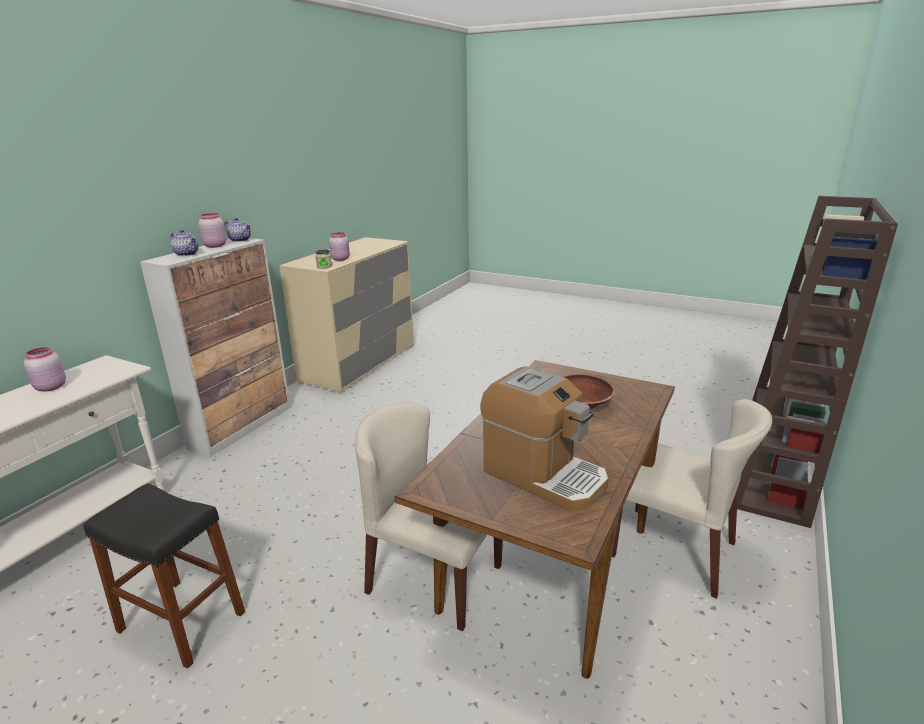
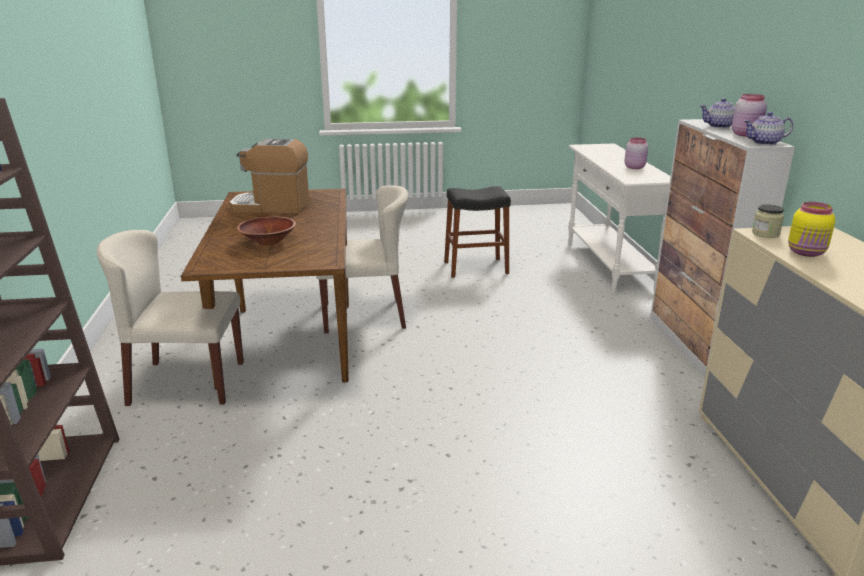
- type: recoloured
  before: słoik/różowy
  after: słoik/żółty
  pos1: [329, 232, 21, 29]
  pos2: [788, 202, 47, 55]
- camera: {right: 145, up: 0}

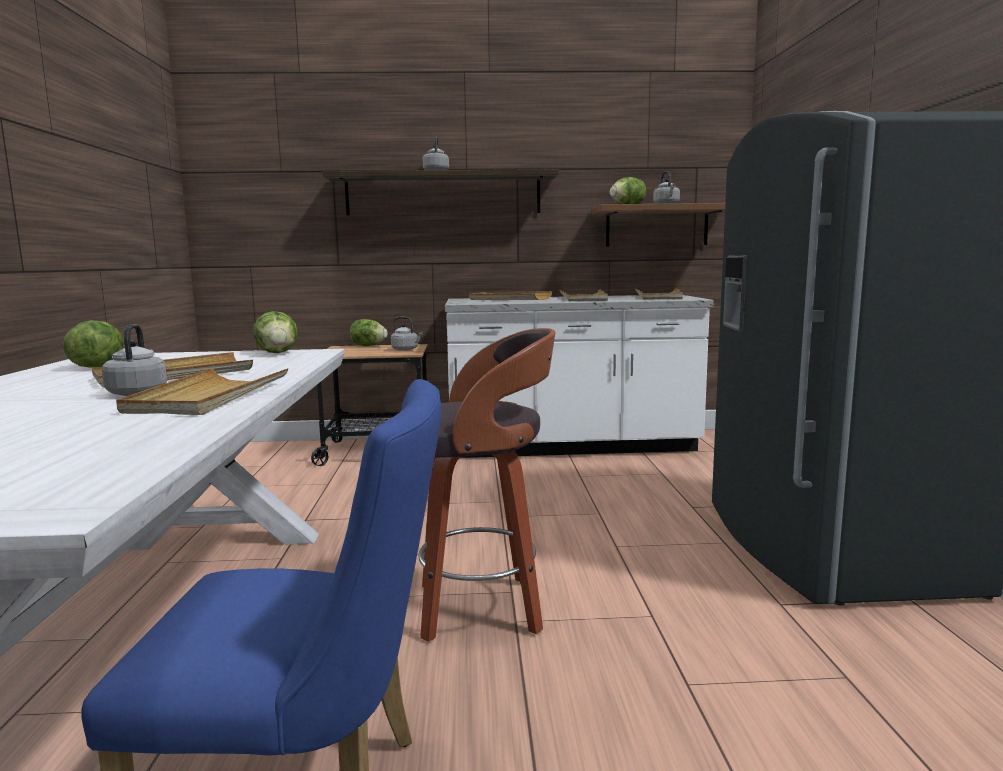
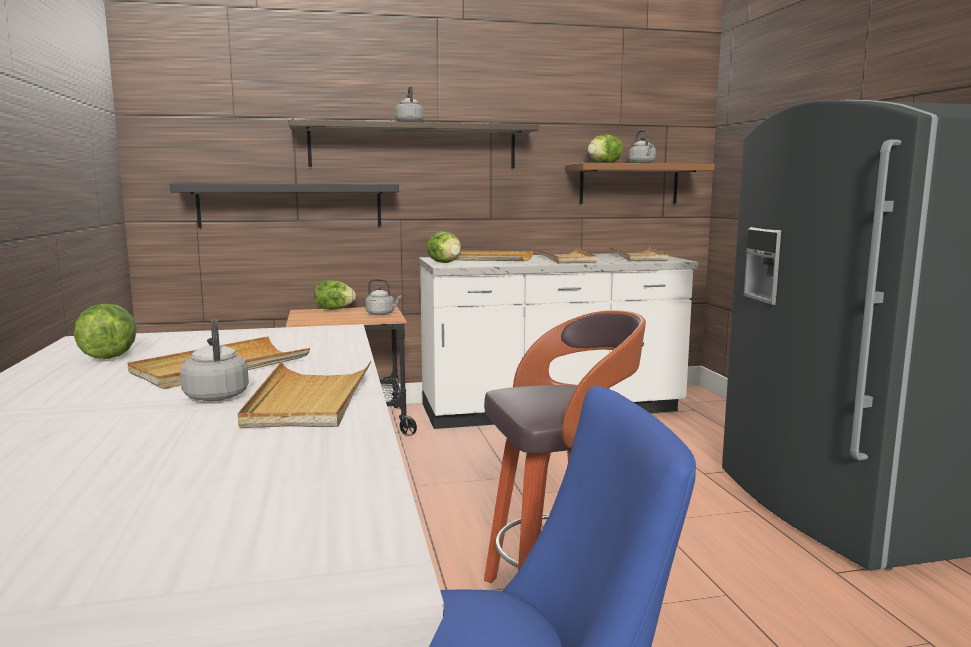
- type: added
  after: półka/czarny
  pos2: [170, 184, 229, 44]
- type: moved
  before: sałata
  pos1: [253, 311, 45, 42]
  pos2: [427, 232, 34, 31]
- camera: {right: -10, up: 0}

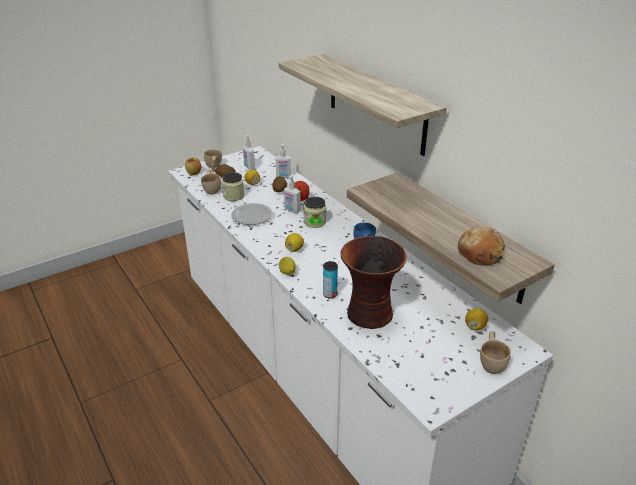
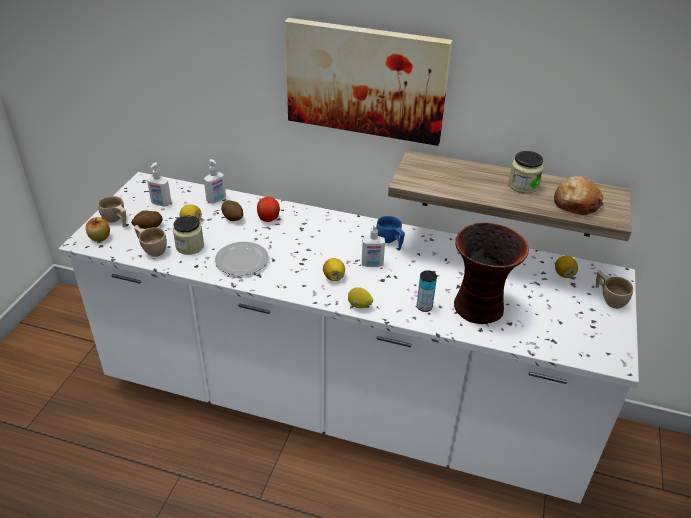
- type: replaced
  before: półka
  after: obraz
  pos1: [279, 54, 168, 102]
  pos2: [285, 18, 168, 128]
- type: moved
  before: dozownik mydła
  pos1: [284, 175, 17, 38]
  pos2: [362, 221, 23, 46]
- type: moved
  before: słoik
  pos1: [303, 197, 23, 31]
  pos2: [508, 151, 36, 43]
- camera: {right: -40, up: 5}

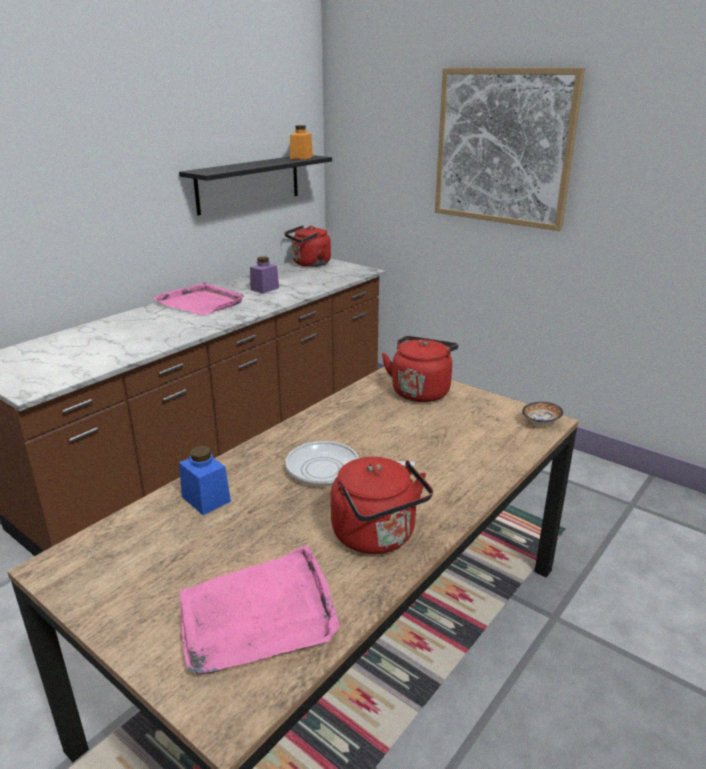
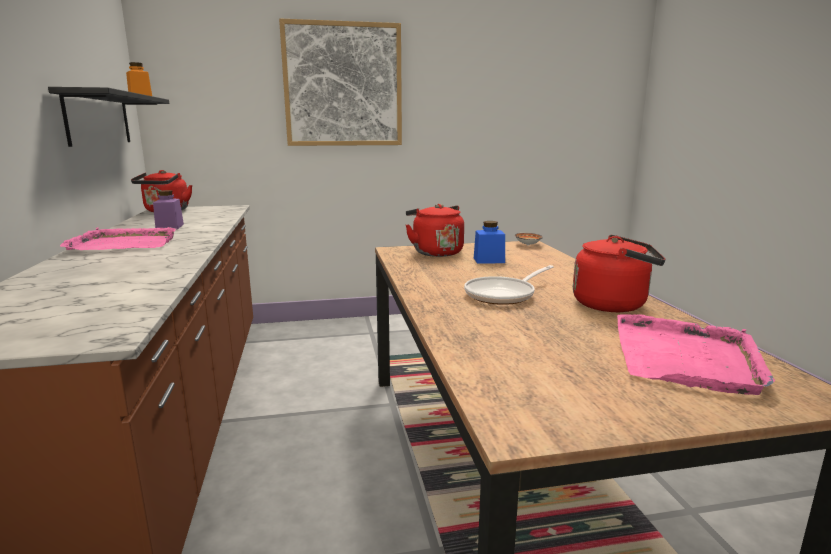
- type: moved
  before: słoik/niebieski
  pos1: [179, 446, 52, 69]
  pos2: [474, 221, 31, 43]
- camera: {right: -50, up: -10}

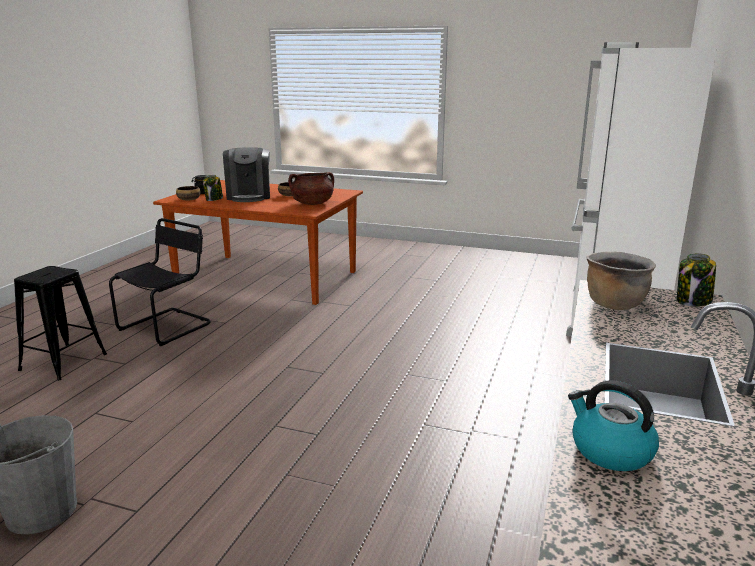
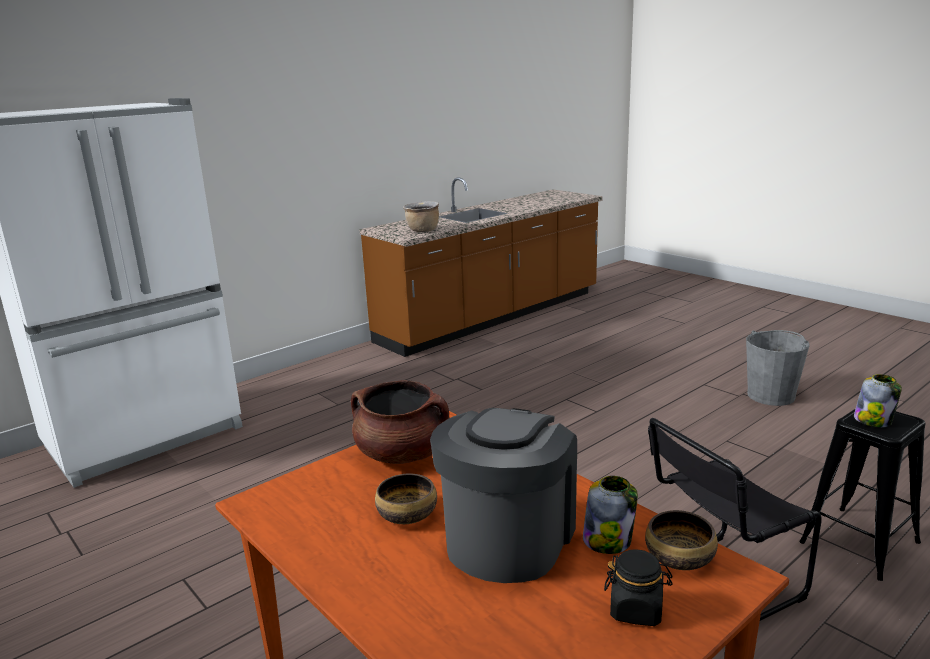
- type: moved
  before: słoik
  pos1: [677, 253, 39, 54]
  pos2: [854, 374, 48, 53]
- type: removed
  before: czajnik
  pos1: [568, 380, 91, 91]
- camera: {right: -150, up: 0}

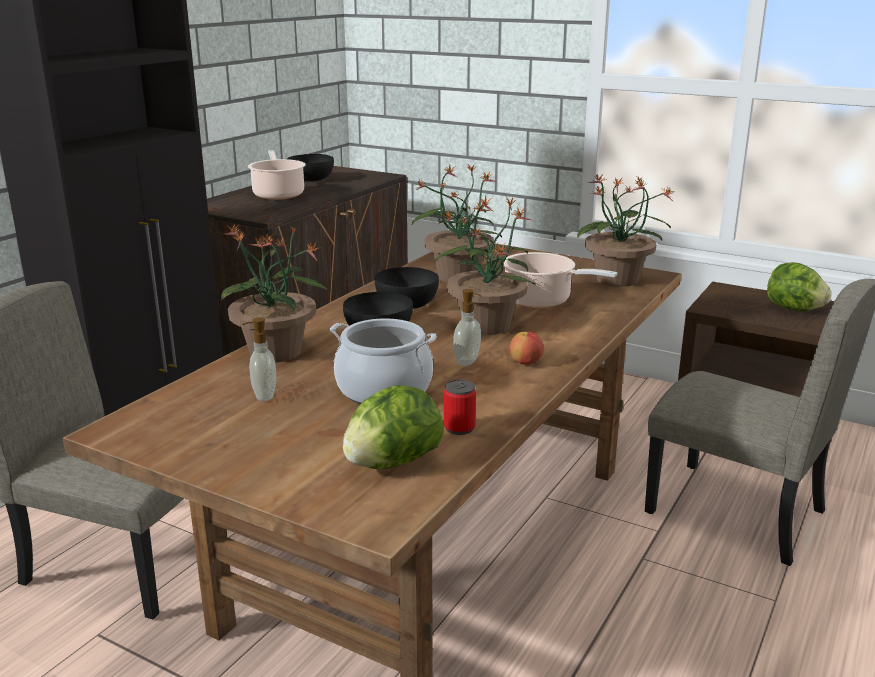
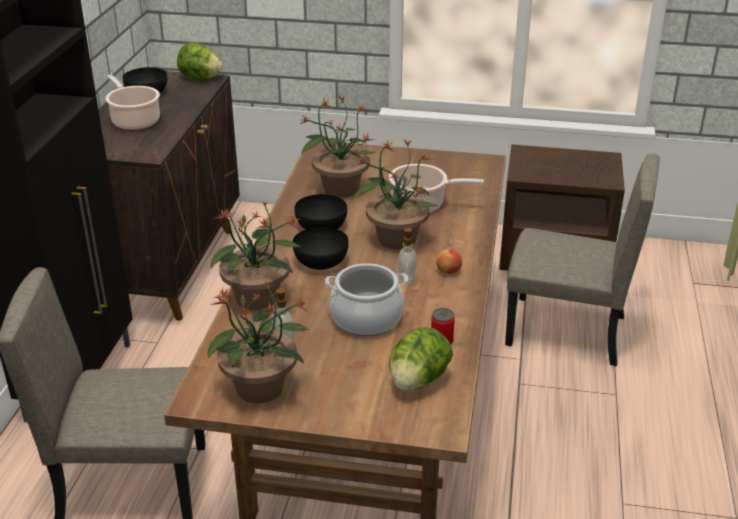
- type: moved
  before: sałata
  pos1: [767, 262, 65, 49]
  pos2: [177, 43, 46, 37]
- type: moved
  before: roślina doniczkowa
  pos1: [577, 174, 96, 113]
  pos2: [207, 280, 103, 123]
- camera: {right: -20, up: 10}

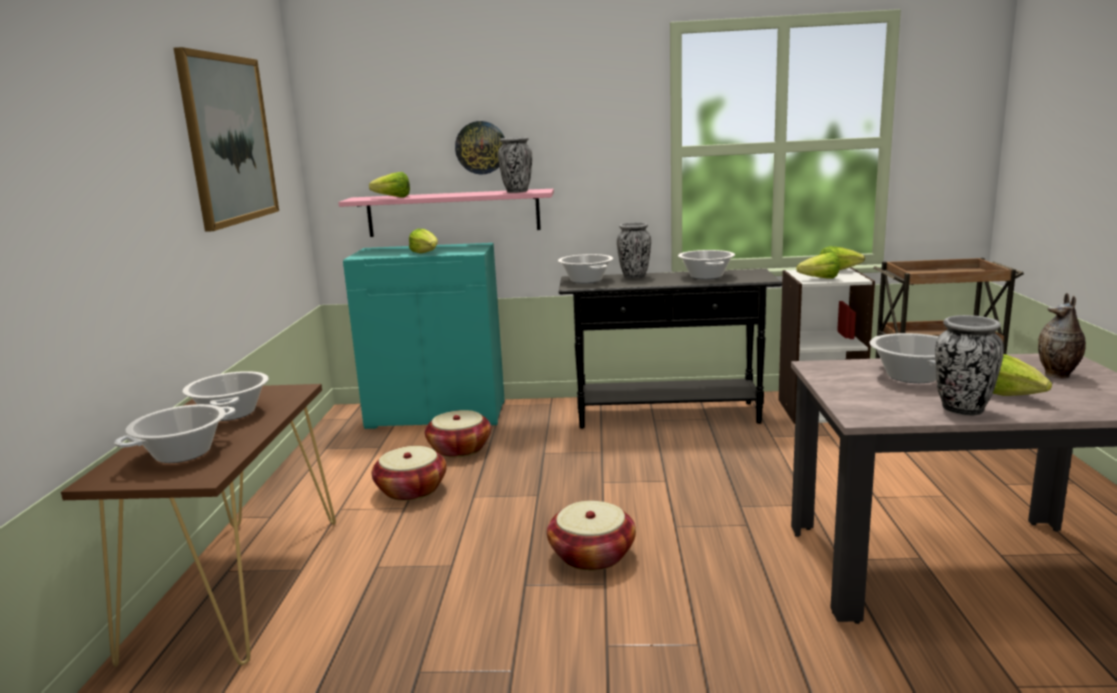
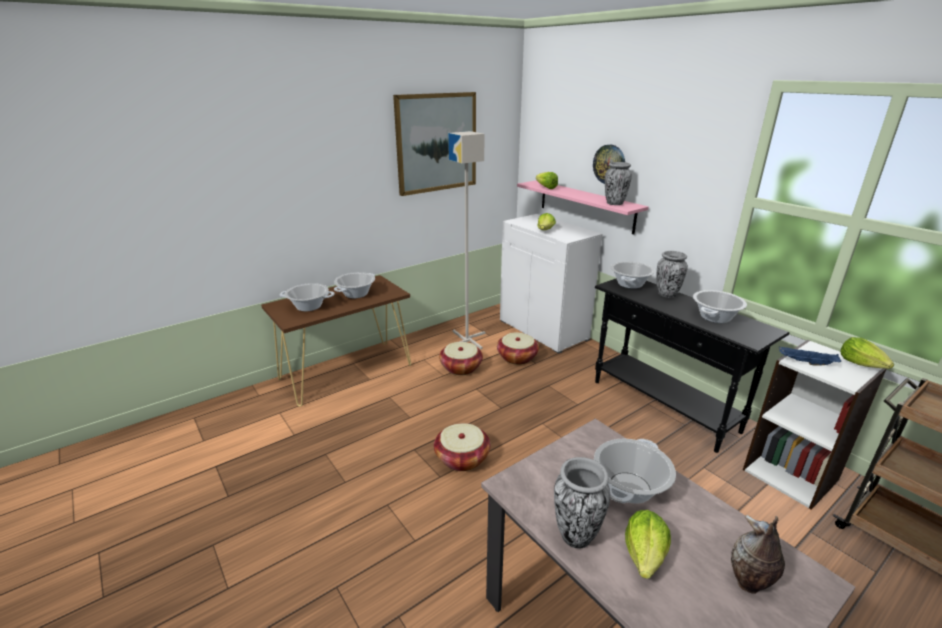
- type: added
  after: lampa stojąca/szary
  pos2: [448, 131, 37, 218]
- type: recoloured
  before: szafka/turkusowy
  after: szafka/biały
  pos1: [343, 243, 162, 186]
  pos2: [500, 214, 102, 140]
- type: replaced
  before: sałata
  after: taca/niebieski
  pos1: [796, 252, 44, 27]
  pos2: [779, 346, 63, 19]
- camera: {right: 50, up: 10}

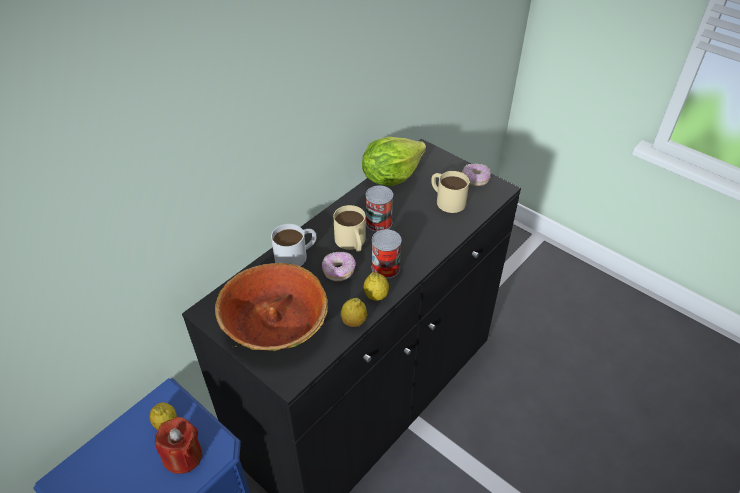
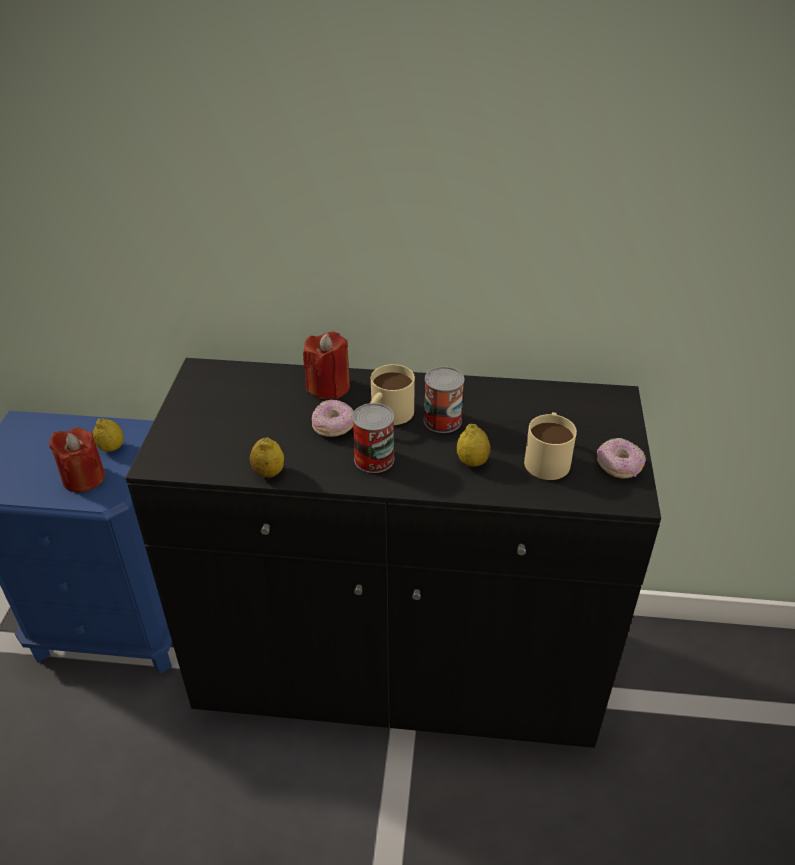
- type: replaced
  before: kubek/biały
  after: świeca/czerwony
  pos1: [271, 224, 45, 42]
  pos2: [303, 331, 47, 68]
- type: moved
  before: cytryna
  pos1: [363, 272, 26, 29]
  pos2: [457, 424, 34, 43]
- type: removed
  before: miska
  pos1: [215, 262, 113, 89]
- type: removed
  before: sałata
  pos1: [362, 137, 64, 49]
- camera: {right: 55, up: -5}

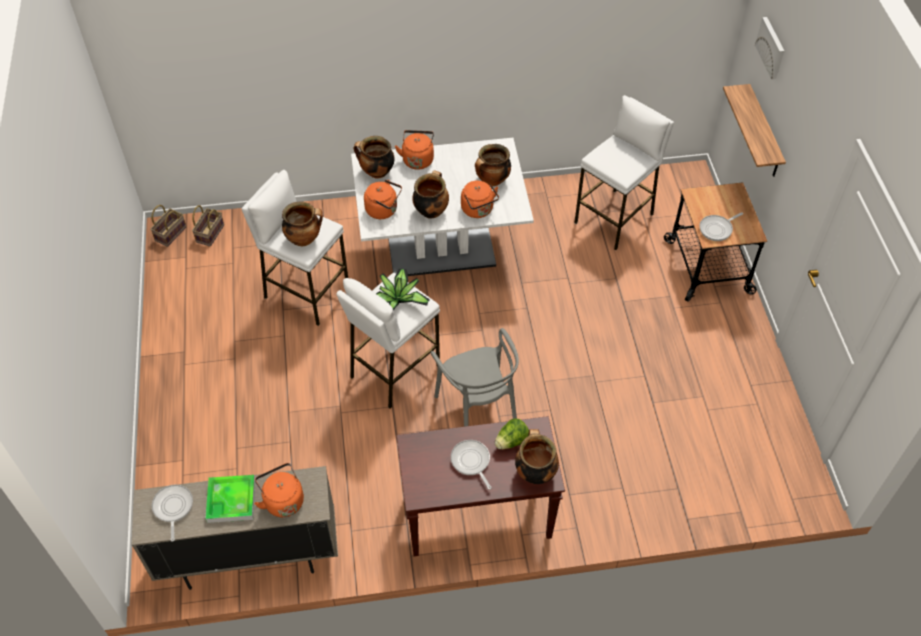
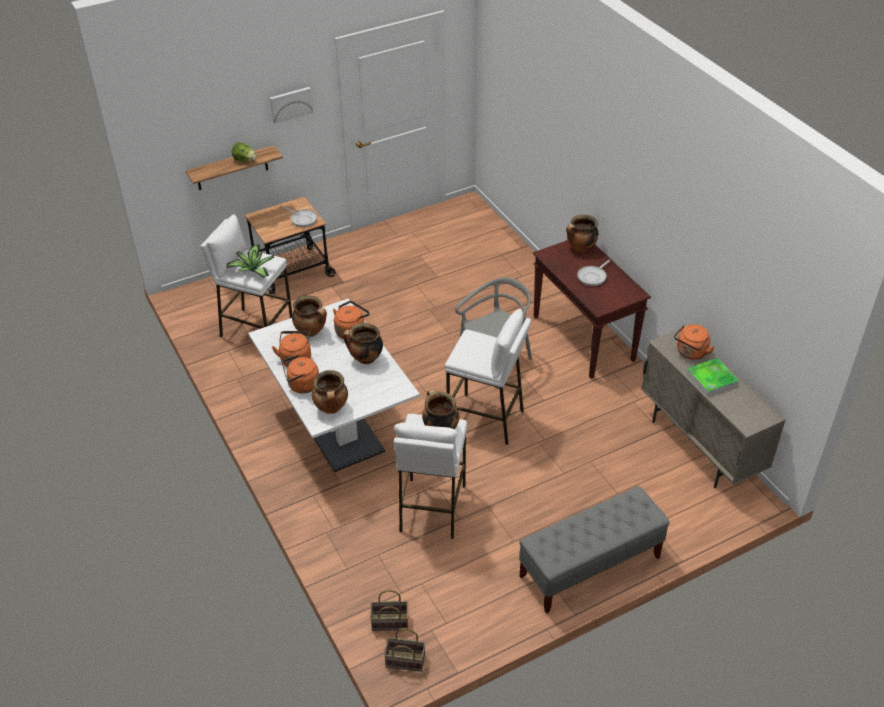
- type: moved
  before: roślina doniczkowa
  pos1: [376, 268, 54, 42]
  pos2: [227, 245, 47, 33]
- type: moved
  before: sałata
  pos1: [495, 419, 34, 30]
  pos2: [232, 142, 25, 20]
- type: moved
  before: obraz
  pos1: [755, 17, 29, 62]
  pos2: [270, 87, 43, 37]
- type: moved
  before: czajnik/pomarańczowy
  pos1: [364, 180, 38, 39]
  pos2: [272, 331, 39, 36]
- type: added
  after: ławka/szary
  pos2: [519, 486, 150, 128]
- type: removed
  before: patelnia
  pos1: [152, 485, 41, 56]
- camera: {right: -110, up: -10}

